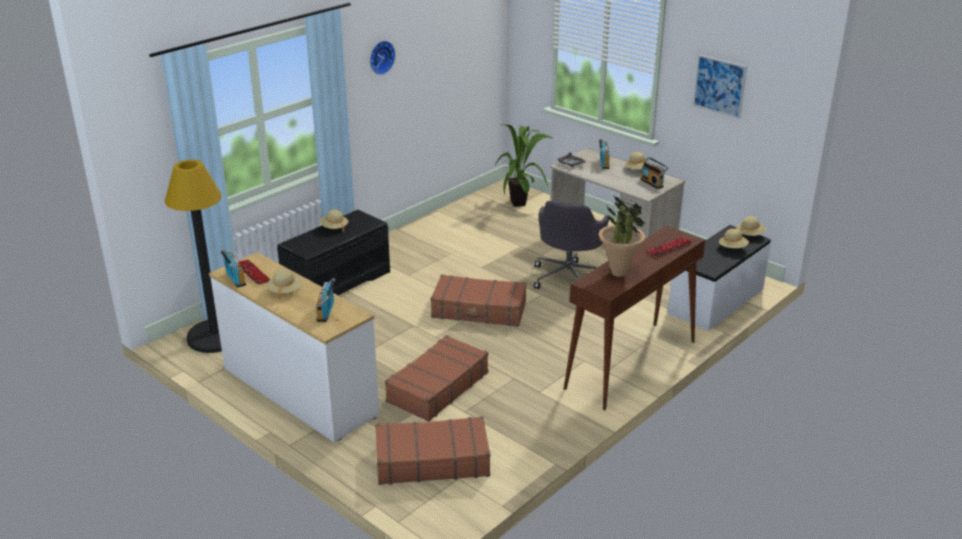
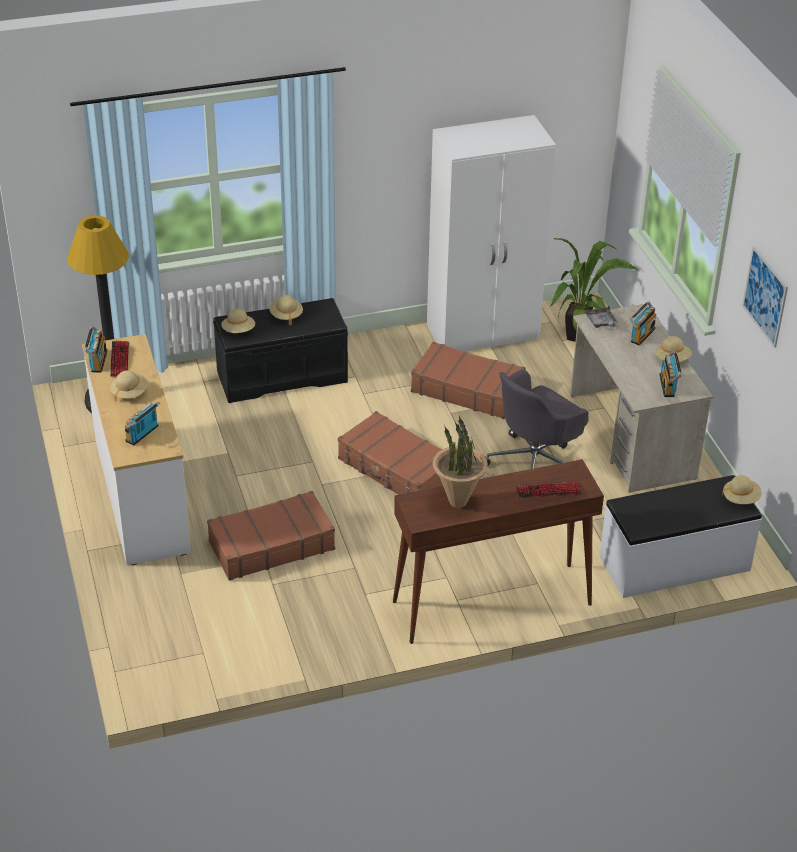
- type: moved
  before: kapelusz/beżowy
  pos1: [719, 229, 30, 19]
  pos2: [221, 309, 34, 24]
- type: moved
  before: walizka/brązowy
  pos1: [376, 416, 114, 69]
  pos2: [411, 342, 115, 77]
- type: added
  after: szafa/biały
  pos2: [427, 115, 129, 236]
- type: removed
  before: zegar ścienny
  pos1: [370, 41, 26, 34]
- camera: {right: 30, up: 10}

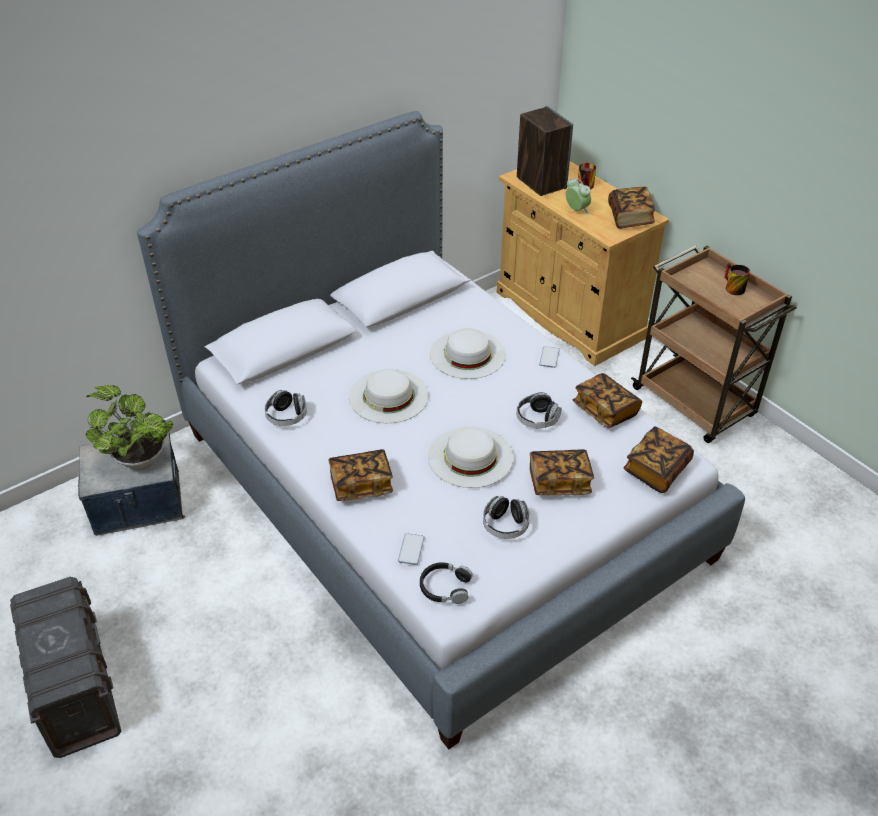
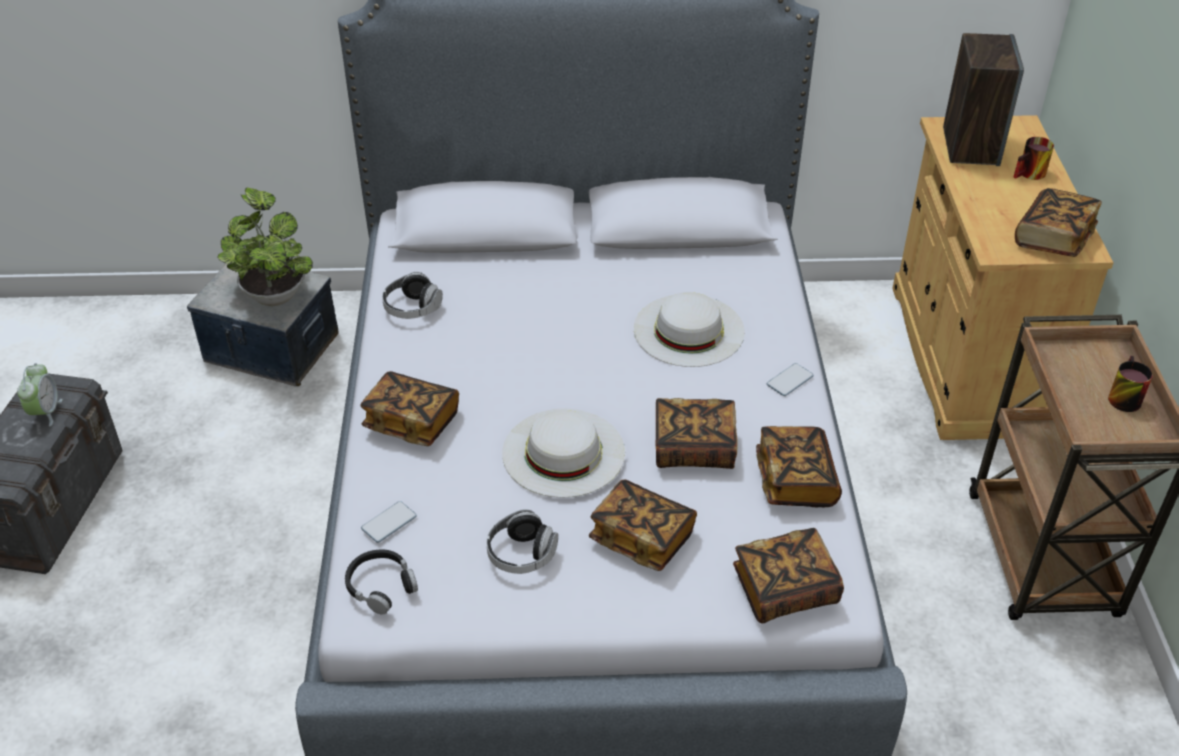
- type: moved
  before: budzik
  pos1: [566, 178, 25, 36]
  pos2: [17, 363, 46, 63]
- type: replaced
  before: słuchawki
  after: książka
  pos1: [517, 392, 45, 36]
  pos2: [655, 398, 83, 71]
- type: removed
  before: kapelusz/biały
  pos1: [349, 369, 80, 54]
- camera: {right: 35, up: 0}

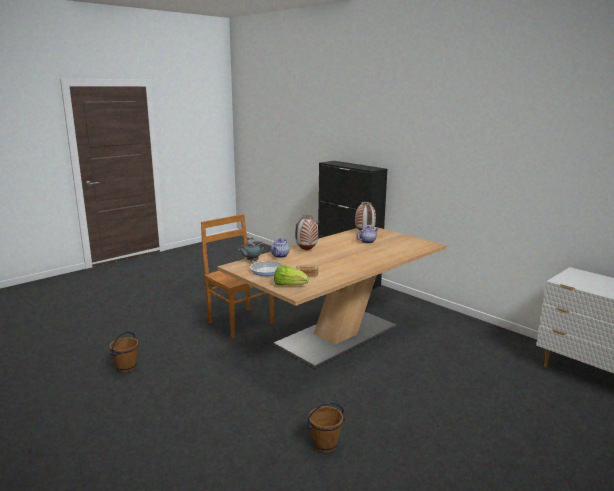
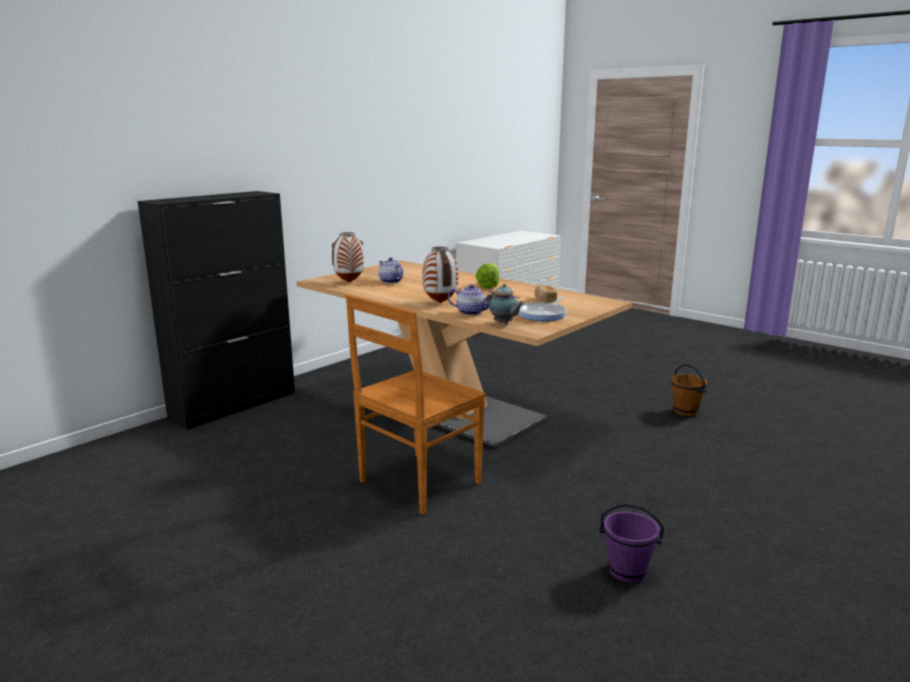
- type: moved
  before: sałata
  pos1: [274, 265, 35, 21]
  pos2: [476, 263, 23, 26]
- type: recoloured
  before: wiadro/brązowy
  after: wiadro/fioletowy
  pos1: [109, 331, 29, 42]
  pos2: [600, 504, 64, 79]
- camera: {right: -95, up: 0}

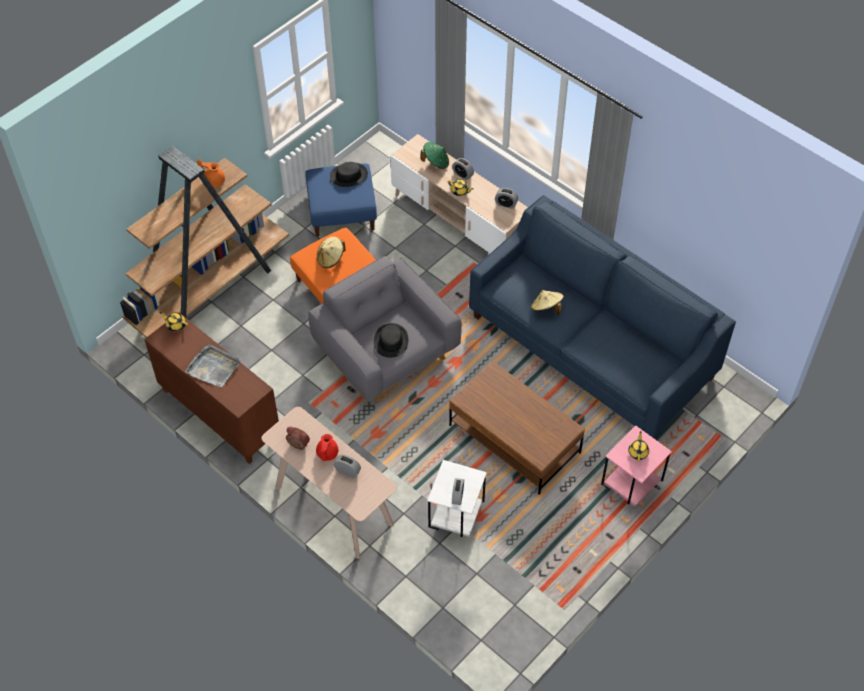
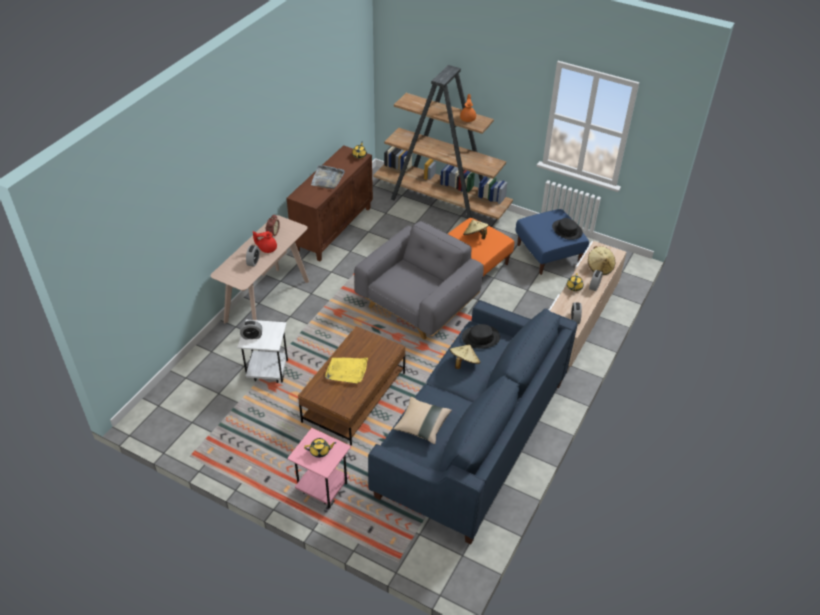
- type: added
  after: taca/żółty
  pos2: [325, 358, 43, 25]
- type: added
  after: poduszka/beżowy
  pos2: [393, 397, 59, 47]
- type: moved
  before: kapelusz/czarny
  pos1: [374, 323, 35, 35]
  pos2: [462, 324, 38, 25]
- type: recoloured
  before: kapelusz/zielony
  after: kapelusz/beżowy
  pos1: [421, 142, 28, 27]
  pos2: [588, 246, 27, 29]
- camera: {right: 75, up: -10}

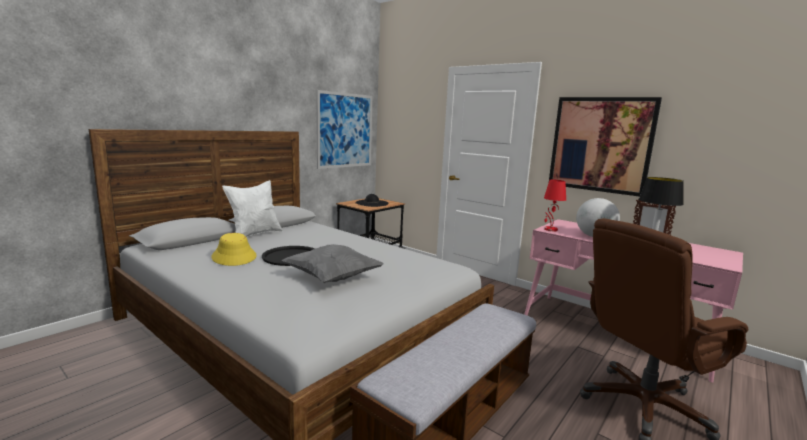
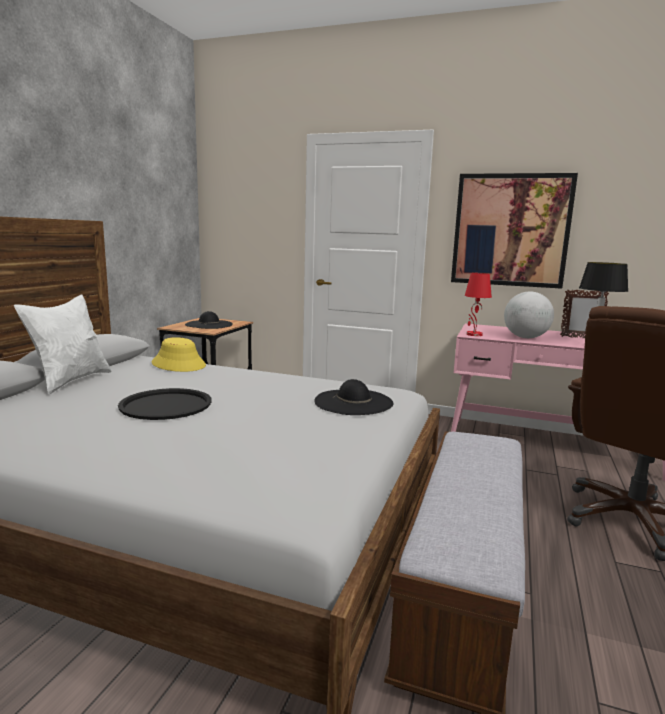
- type: moved
  before: kapelusz/żółty
  pos1: [211, 233, 45, 33]
  pos2: [151, 337, 55, 35]
- type: added
  after: kapelusz/czarny
  pos2: [314, 379, 80, 36]
- type: removed
  before: poduszka/szary
  pos1: [281, 244, 102, 39]
- type: removed
  before: obraz
  pos1: [317, 90, 55, 79]
- camera: {right: -20, up: 0}

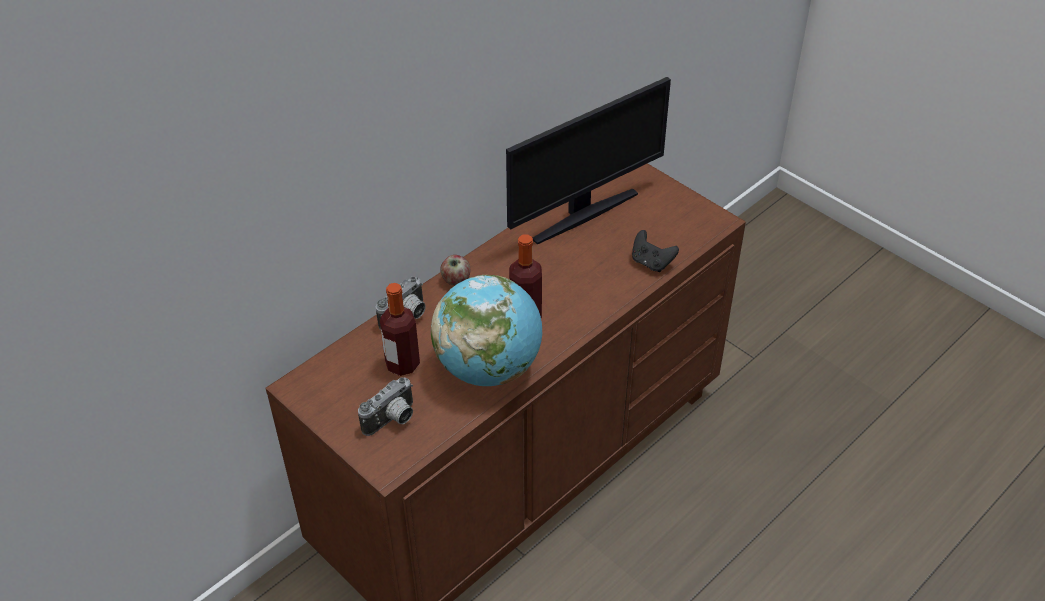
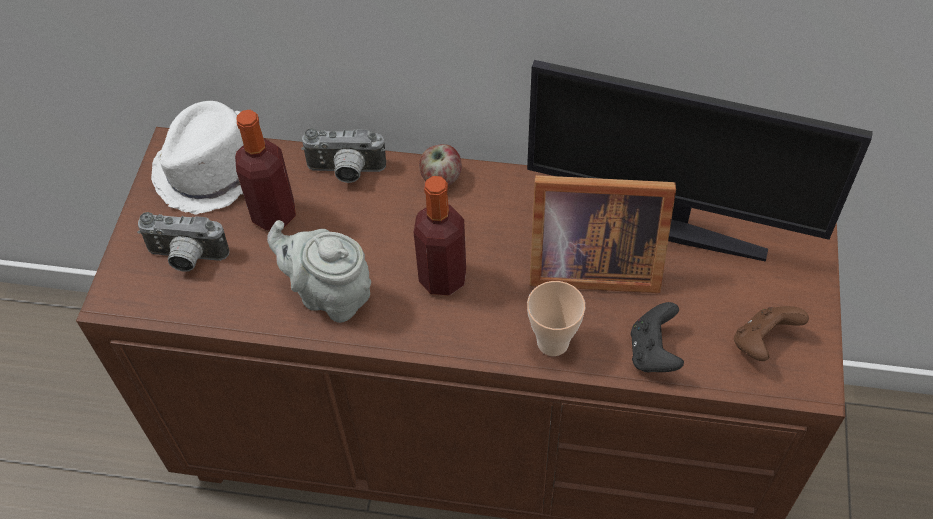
- type: added
  after: kapelusz/biały
  pos2: [151, 101, 92, 113]
- type: replaced
  before: globus
  after: imbryk/szary
  pos1: [431, 275, 111, 111]
  pos2: [267, 220, 104, 103]
- type: added
  after: filiżanka
  pos2: [527, 281, 58, 75]
- type: added
  after: ramka na zdjęcie
  pos2: [530, 175, 146, 118]
- type: added
  after: pad do gier/brązowy
  pos2: [734, 306, 75, 55]
- camera: {right: 55, up: 10}

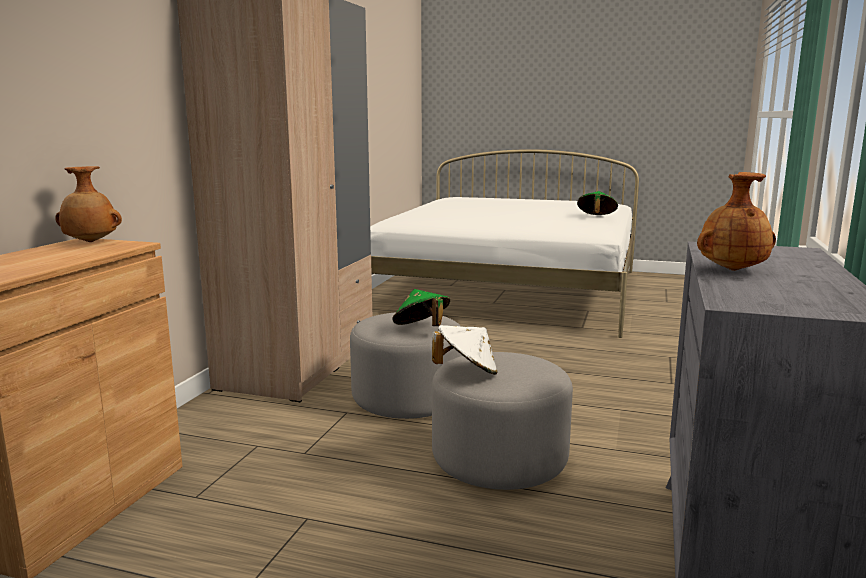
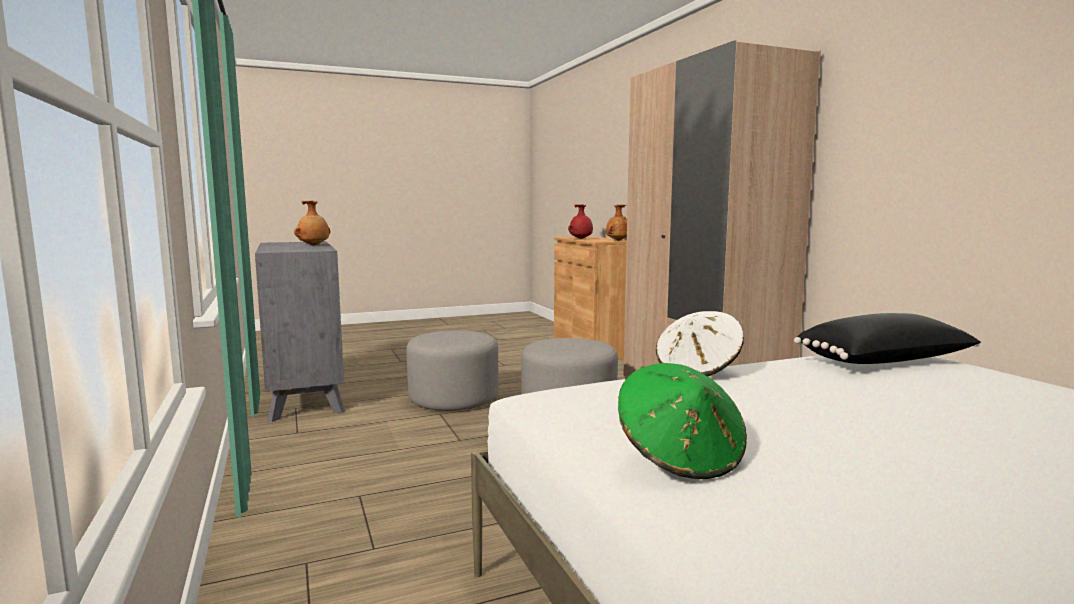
- type: added
  after: wazon/czerwony
  pos2: [568, 204, 25, 35]
- type: moved
  before: kapelusz/biały
  pos1: [432, 325, 66, 50]
  pos2: [656, 311, 88, 65]
- type: added
  after: poduszka/czarny
  pos2: [794, 313, 187, 51]
- type: removed
  before: kapelusz/zielony
  pos1: [392, 289, 58, 37]
- camera: {right: 140, up: -5}

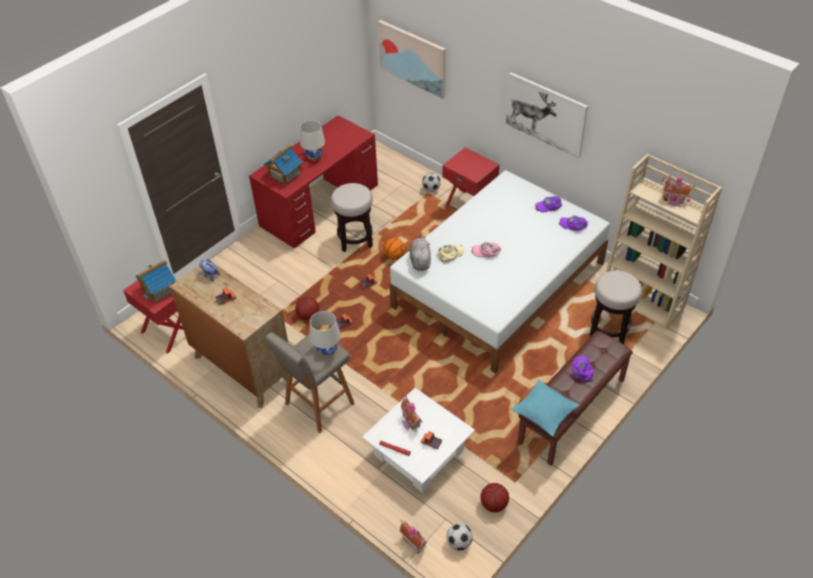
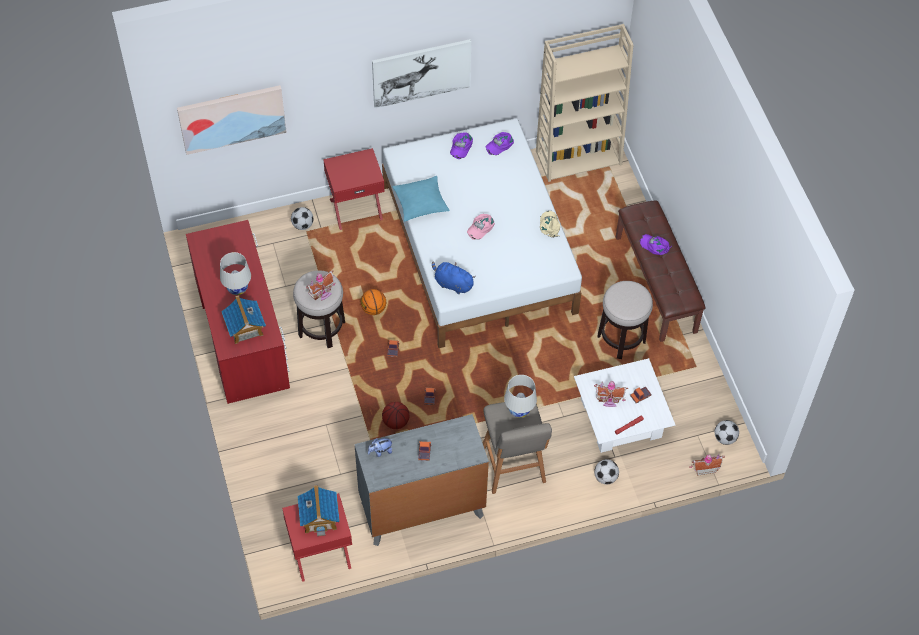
- type: moved
  before: domek
  pos1: [662, 174, 33, 32]
  pos2: [306, 270, 30, 31]
- type: recoloured
  before: komoda/brązowy
  after: komoda/szary
  pos1: [170, 261, 123, 147]
  pos2: [354, 414, 135, 132]
- type: moved
  before: poduszka/turkusowy
  pos1: [511, 380, 69, 57]
  pos2: [392, 176, 58, 45]
- type: recoloured
  before: pluszak/szary
  after: pluszak/niebieski
  pos1: [410, 236, 21, 35]
  pos2: [432, 261, 44, 33]
- type: moved
  before: czapka z daszkiem/beżowy
  pos1: [438, 244, 26, 20]
  pos2: [540, 211, 20, 26]
- type: added
  after: piłka futbolowa
  pos2: [594, 459, 25, 25]
- type: moved
  before: stołek
  pos1: [589, 270, 53, 74]
  pos2: [597, 281, 56, 78]
- type: removed
  before: piłka do koszykówki
  pos1: [481, 483, 28, 29]
- camera: {right: -60, up: 10}

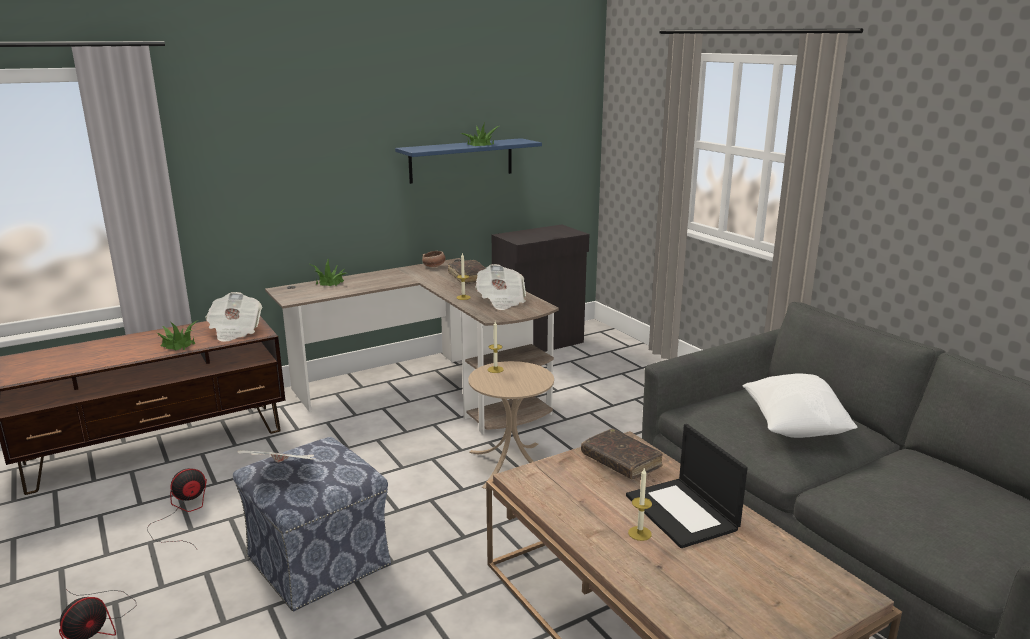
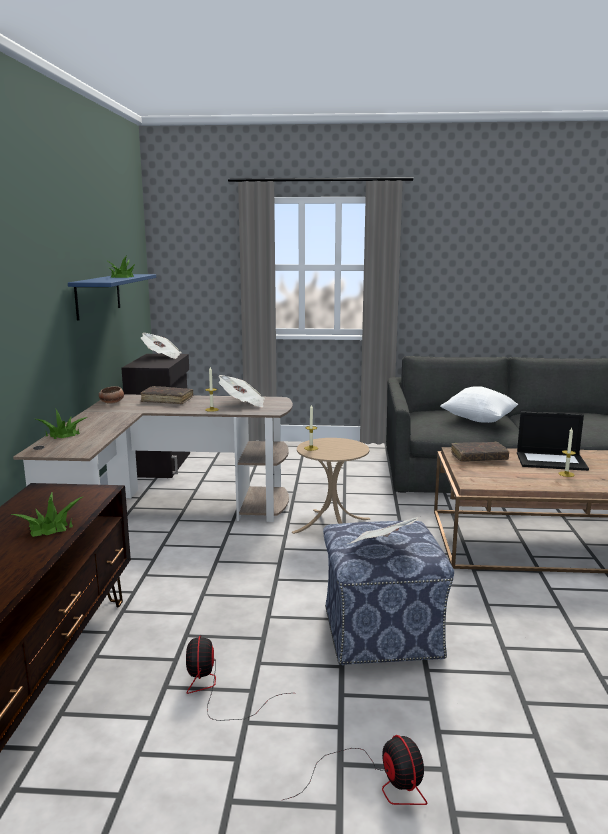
- type: moved
  before: gazeta
  pos1: [206, 292, 56, 50]
  pos2: [141, 333, 41, 26]
- camera: {right: -55, up: -5}

